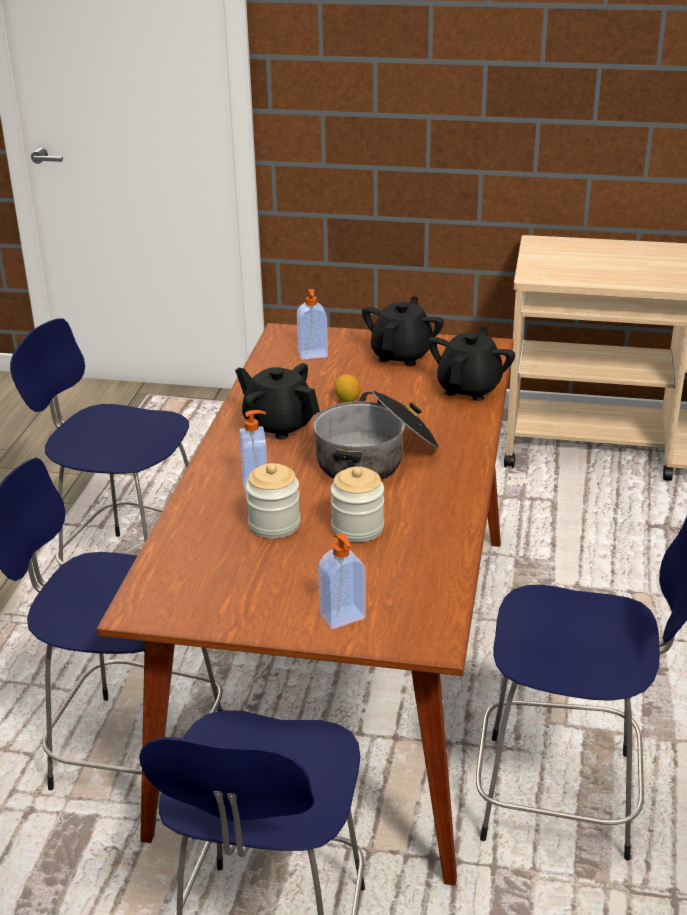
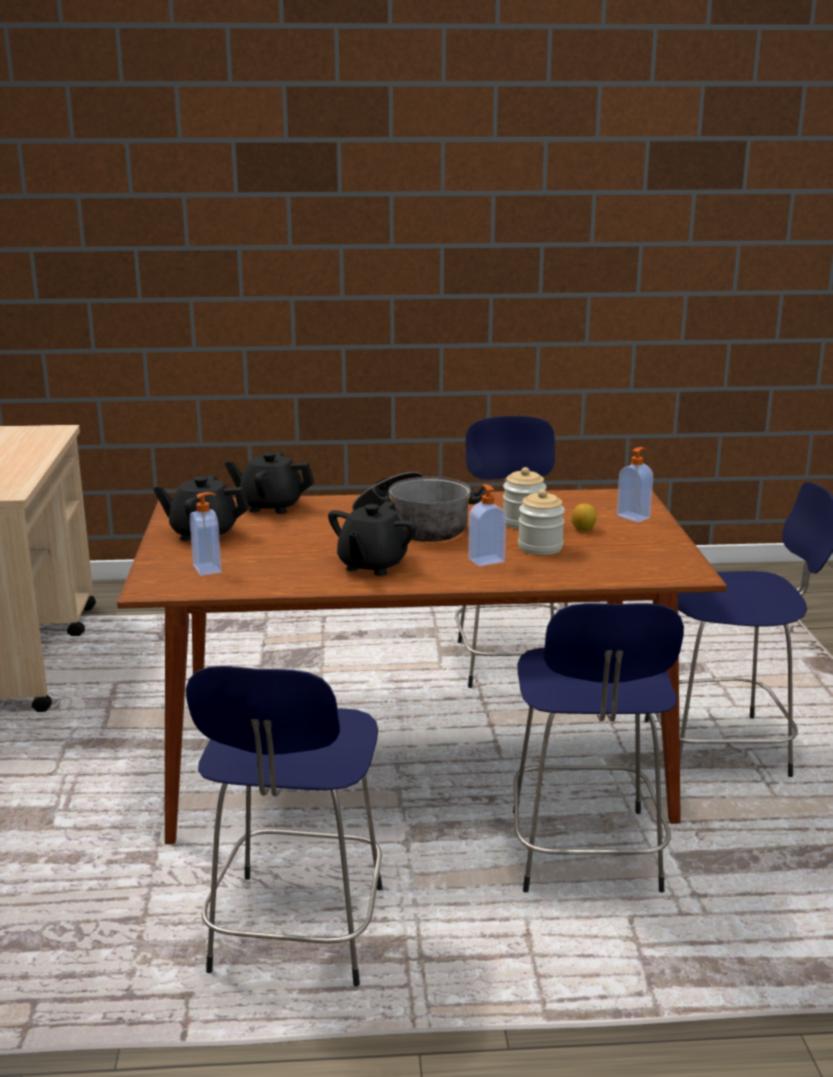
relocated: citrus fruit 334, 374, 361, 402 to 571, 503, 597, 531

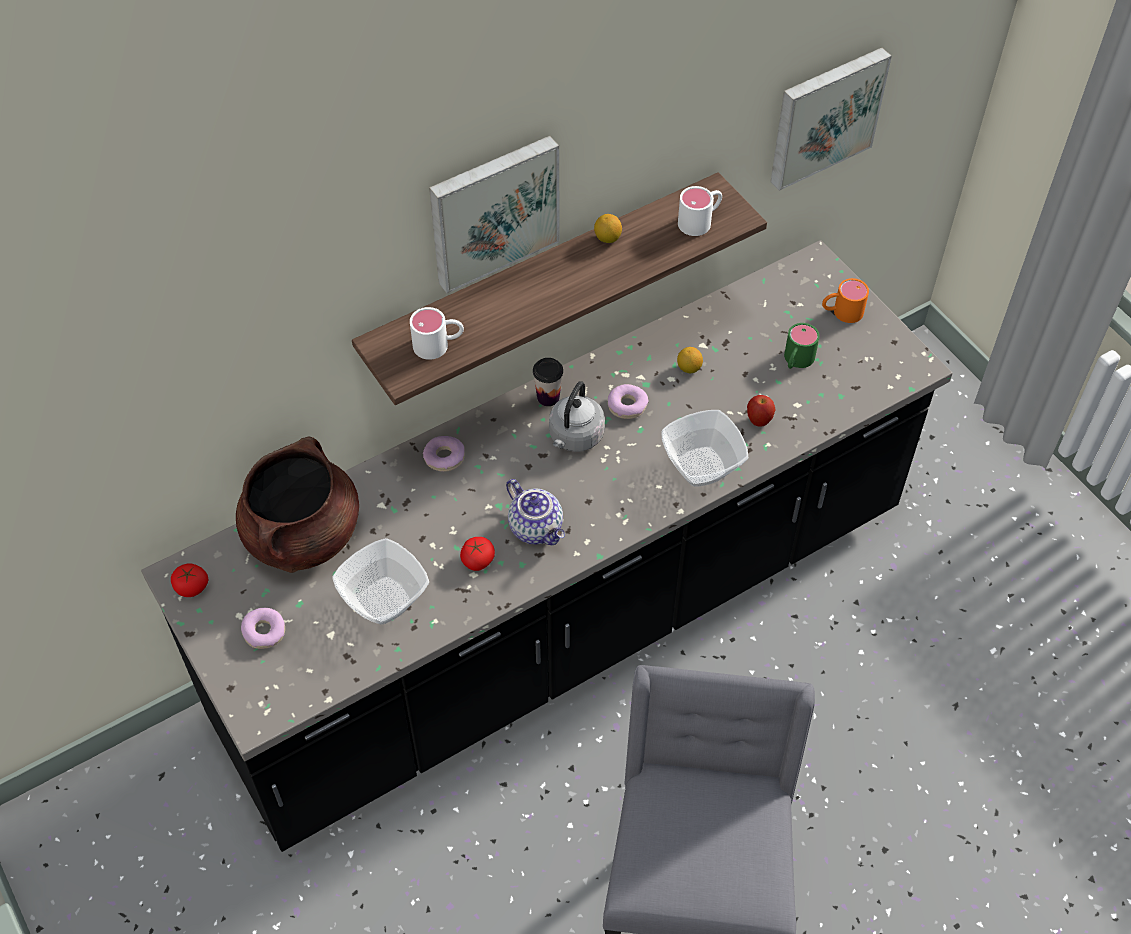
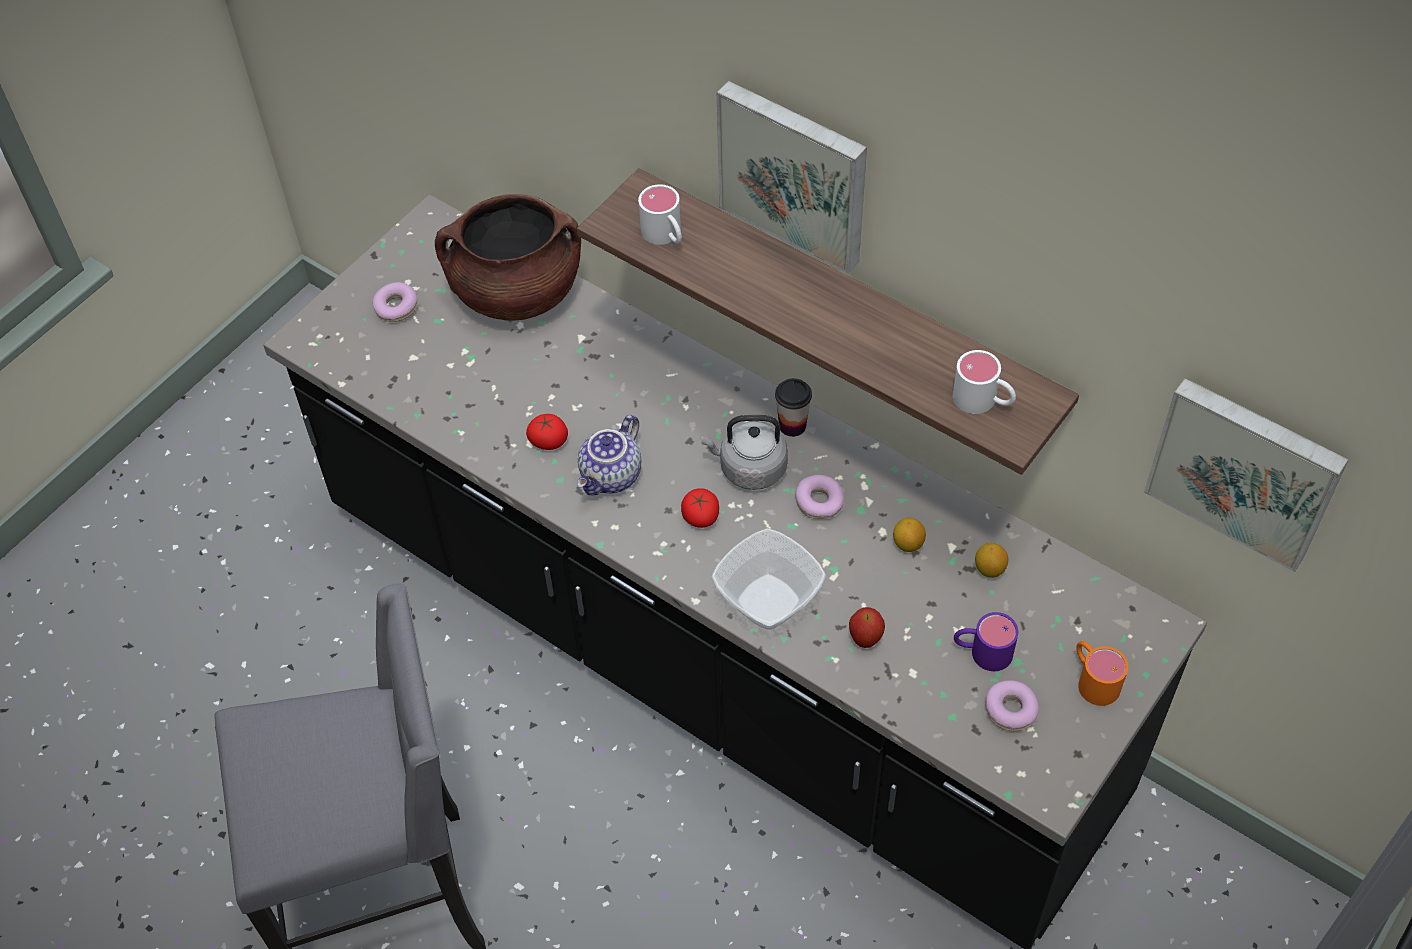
missing: bowl 333, 538, 429, 624
relocated: whole tomato 171, 563, 209, 597 to 681, 488, 719, 528; ring doughnut 423, 436, 465, 472 to 985, 680, 1039, 731; citrus fruit 594, 214, 622, 243 to 975, 543, 1008, 578
colour: tea mug (green-coloured) 784, 323, 820, 369 to tea mug (purple) 954, 612, 1018, 671

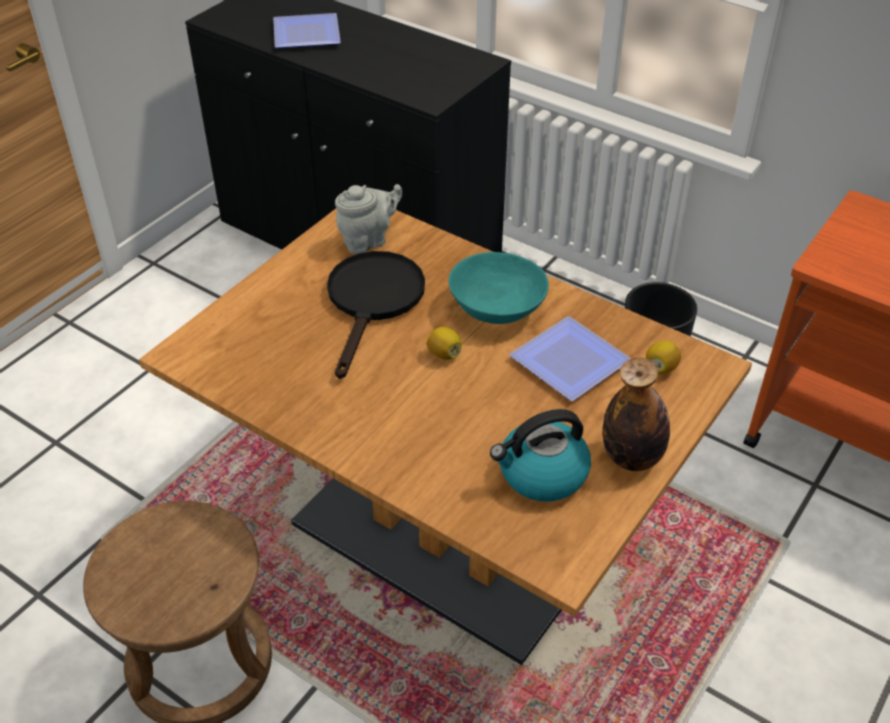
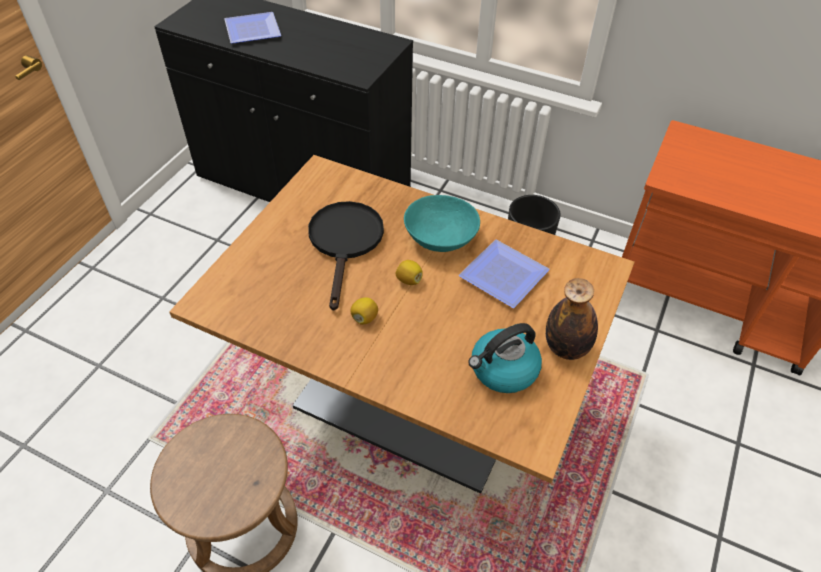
missing: pot for tea (gray) 335, 184, 402, 254
relocated: citrus fruit 646, 341, 681, 374 to 350, 297, 378, 325

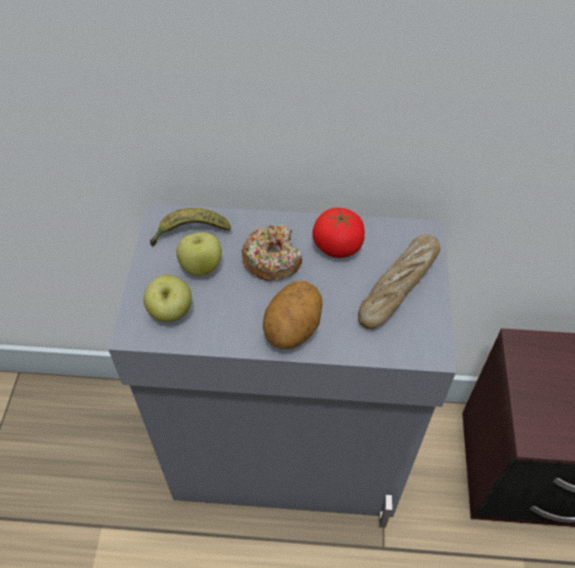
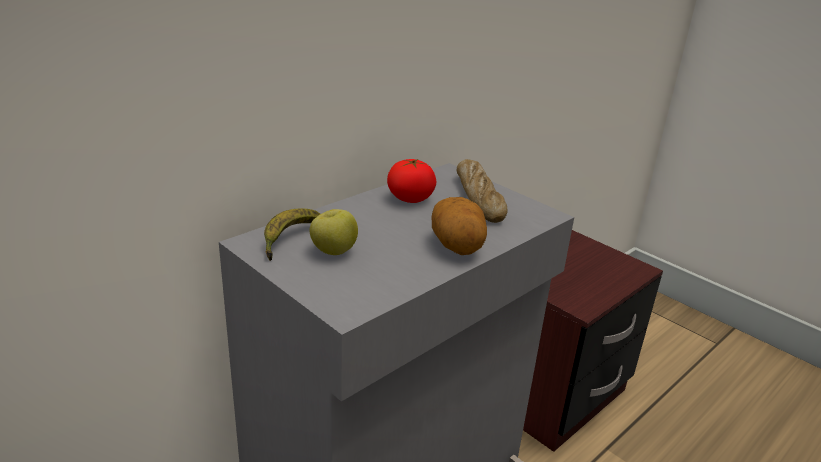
missing: whole apple 144, 275, 192, 322; ring doughnut 242, 225, 302, 281

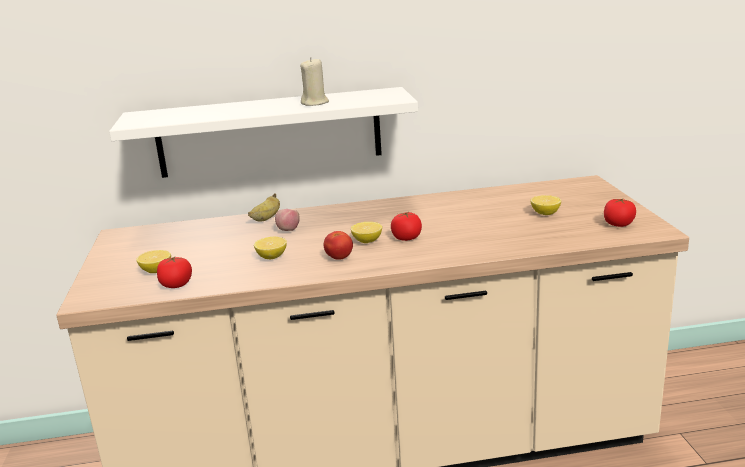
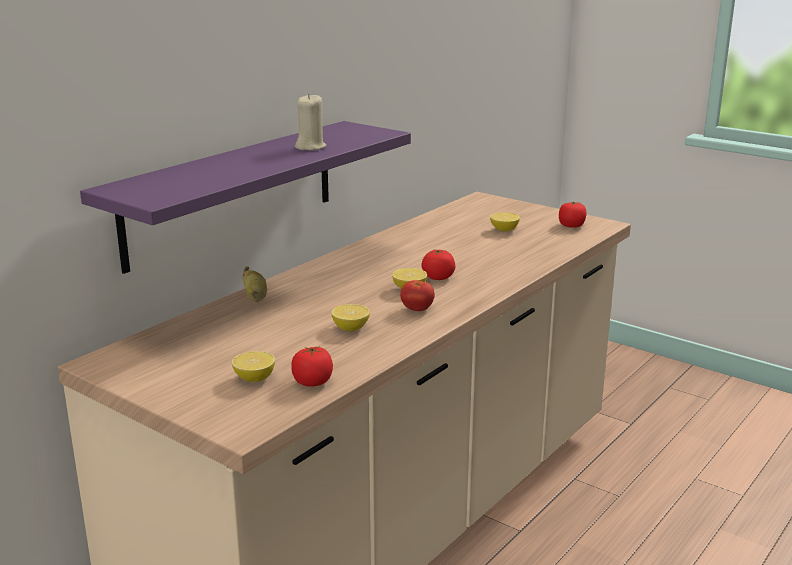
missing: whole apple 275, 209, 300, 231
colour: wall shelf (whitish) 109, 87, 418, 178 to wall shelf (purple) 80, 121, 411, 274

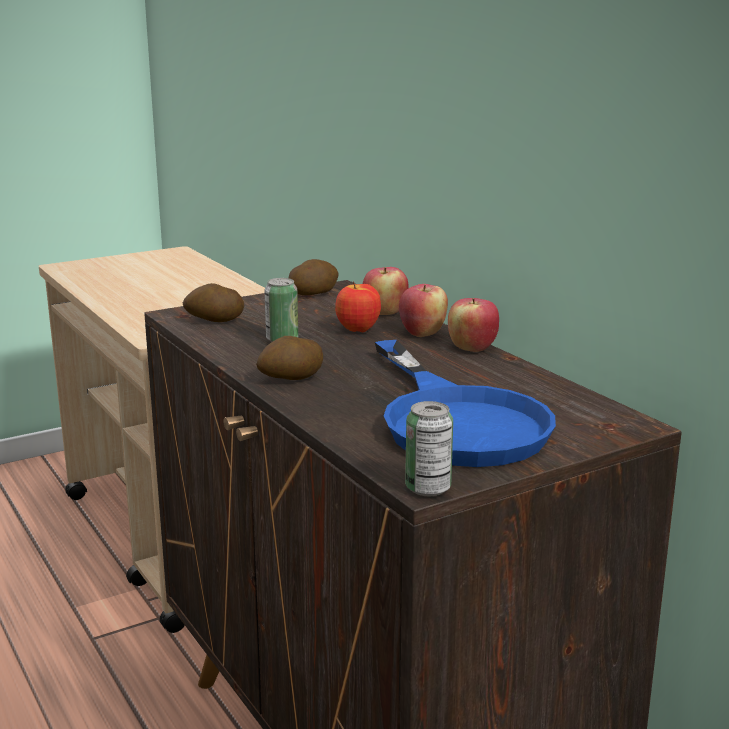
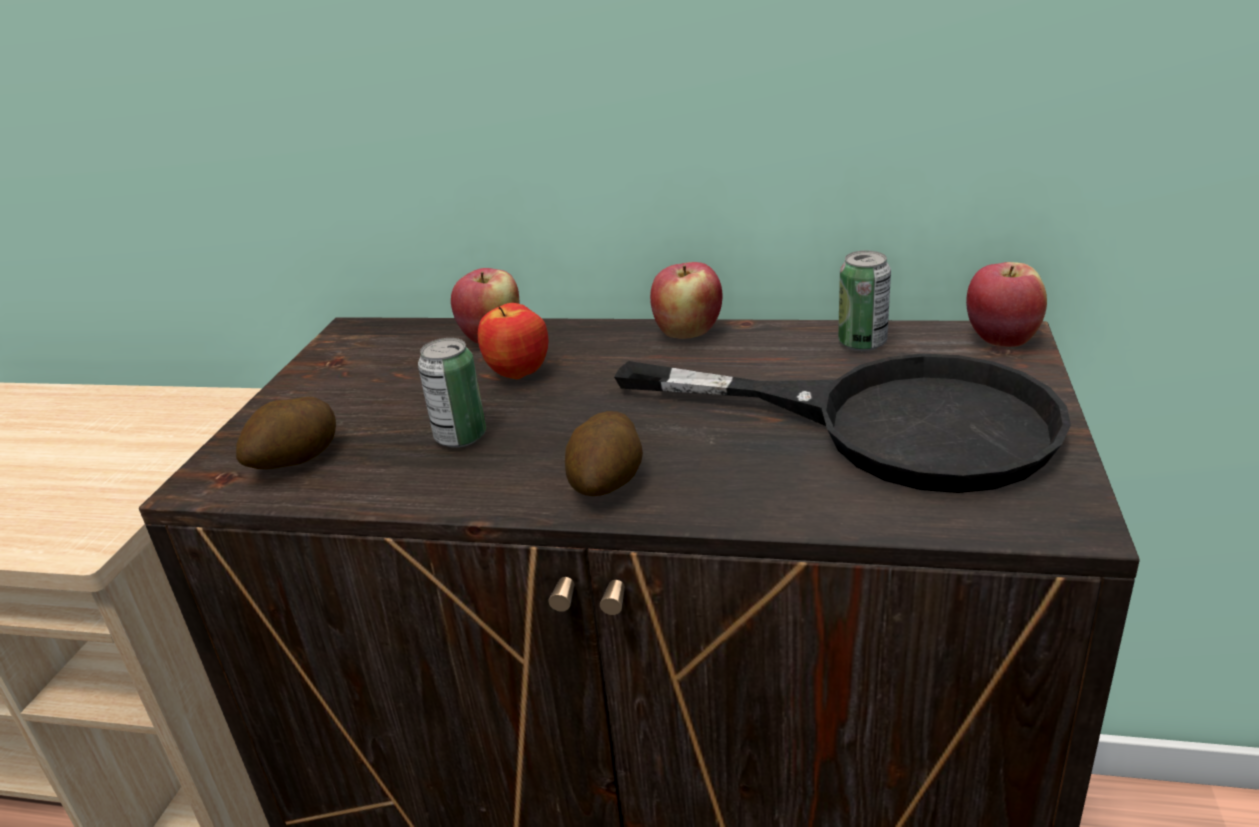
missing: whole potato 289, 259, 338, 295
relocated: whole apple 399, 284, 448, 337 to 966, 262, 1047, 347; metal can 405, 401, 453, 496 to 838, 251, 891, 351
colour: pan (blue-coloured) 375, 340, 556, 467 to pan (blackish) 614, 354, 1071, 493

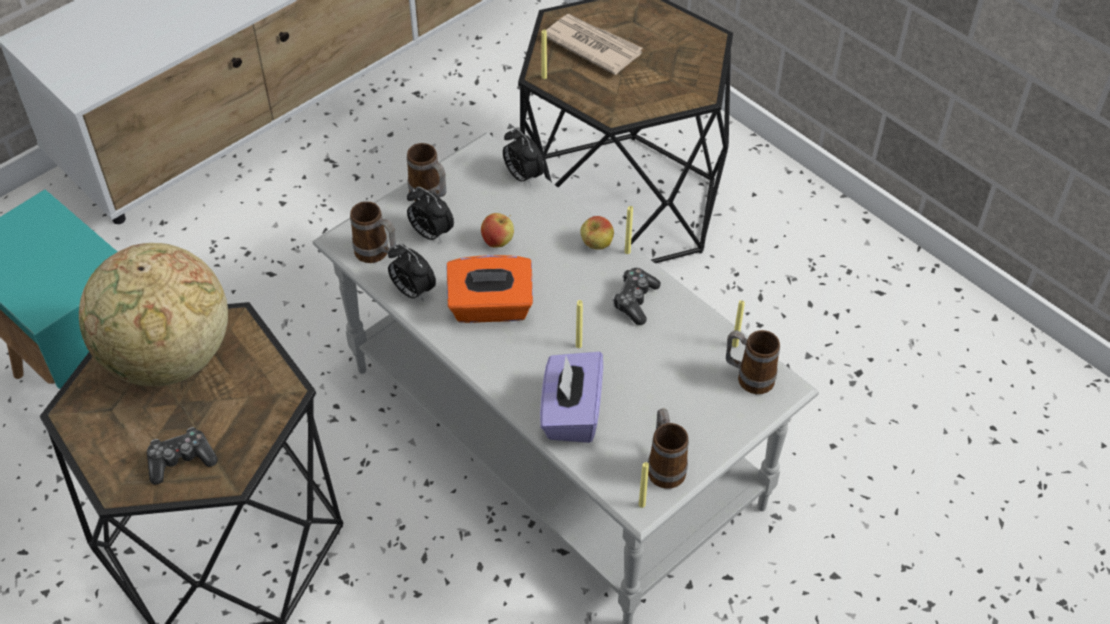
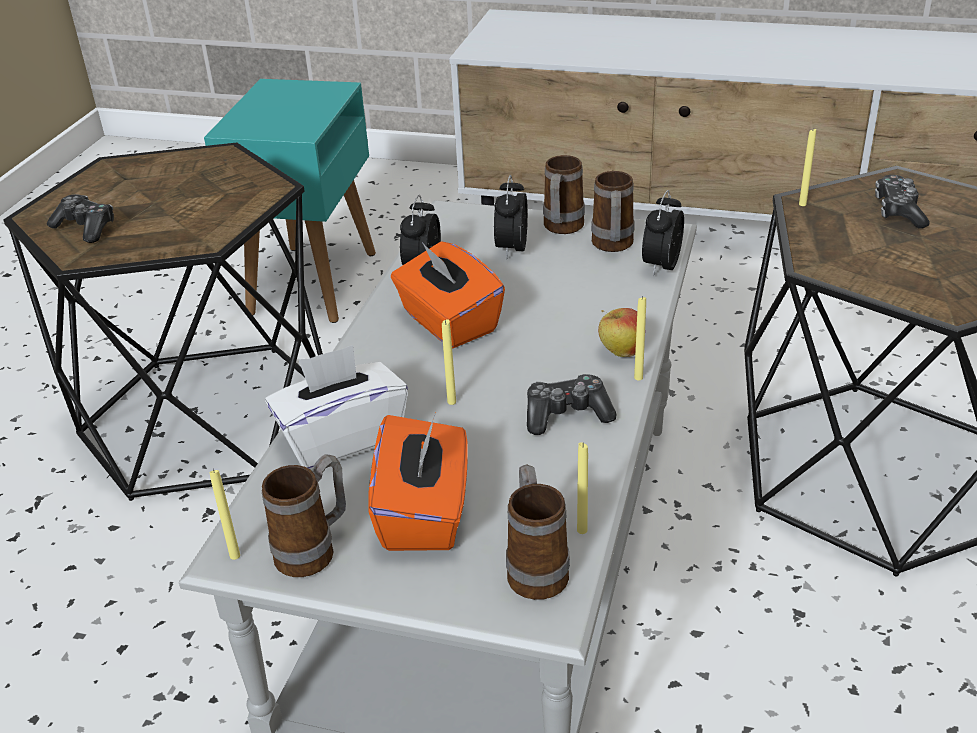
missing: desk globe 79, 243, 228, 386; whole apple 481, 213, 514, 248
appeared: tissue holder (orange) 369, 413, 468, 551
relocated: tea mug 350, 201, 396, 263 to 591, 171, 635, 252
exchanged: printed paper 546, 14, 643, 75 to game controller 875, 175, 930, 229
colour: tissue holder (purple) 540, 352, 603, 443 to tissue holder (whitish) 265, 345, 408, 469

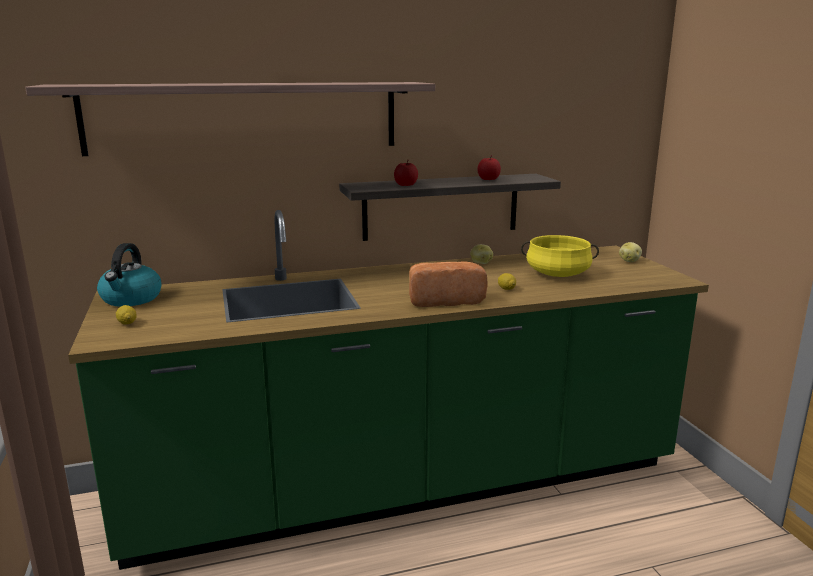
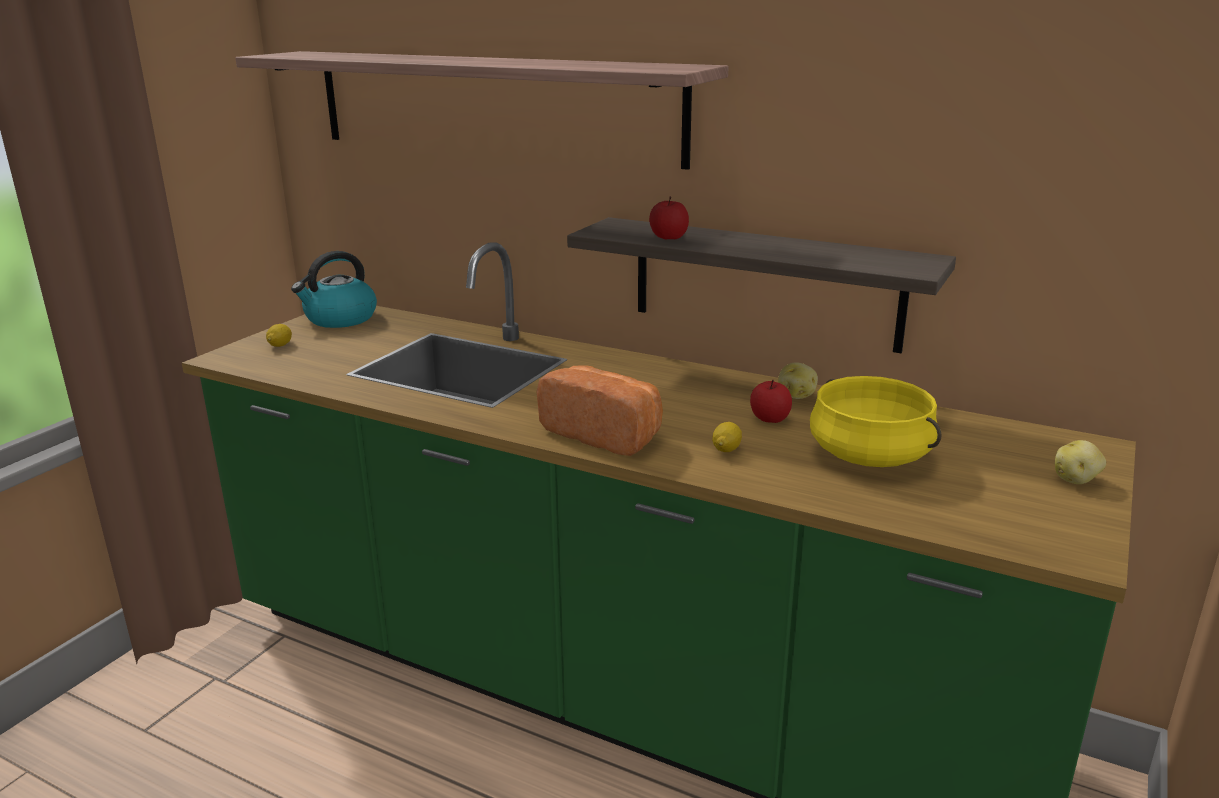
relocated: whole apple 477, 155, 501, 180 to 750, 379, 792, 423

